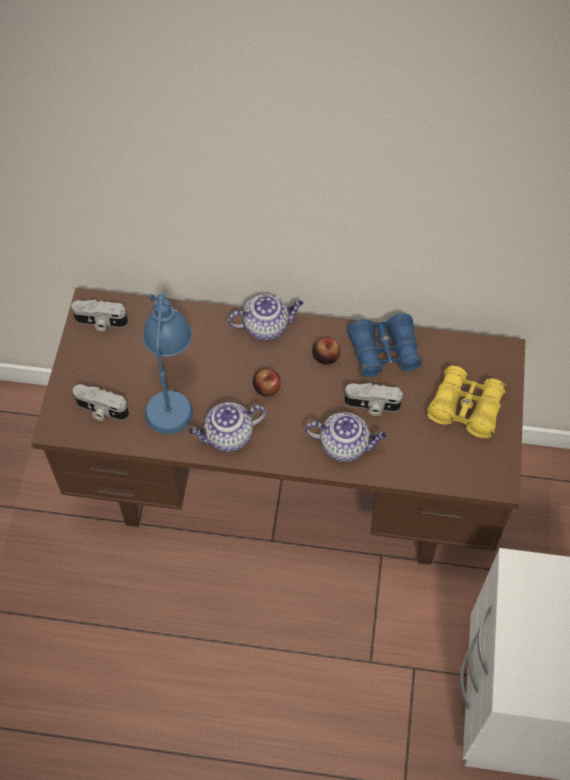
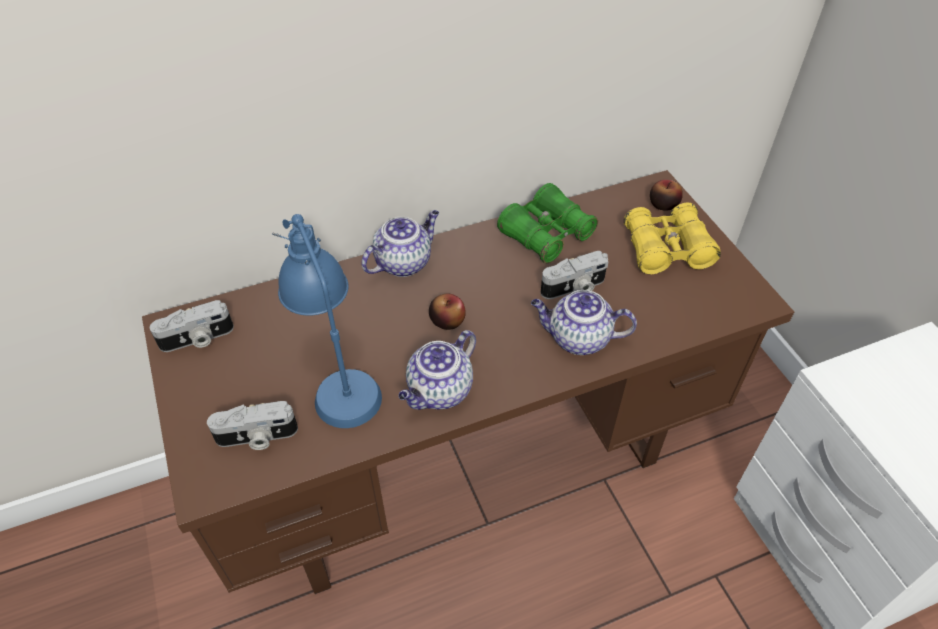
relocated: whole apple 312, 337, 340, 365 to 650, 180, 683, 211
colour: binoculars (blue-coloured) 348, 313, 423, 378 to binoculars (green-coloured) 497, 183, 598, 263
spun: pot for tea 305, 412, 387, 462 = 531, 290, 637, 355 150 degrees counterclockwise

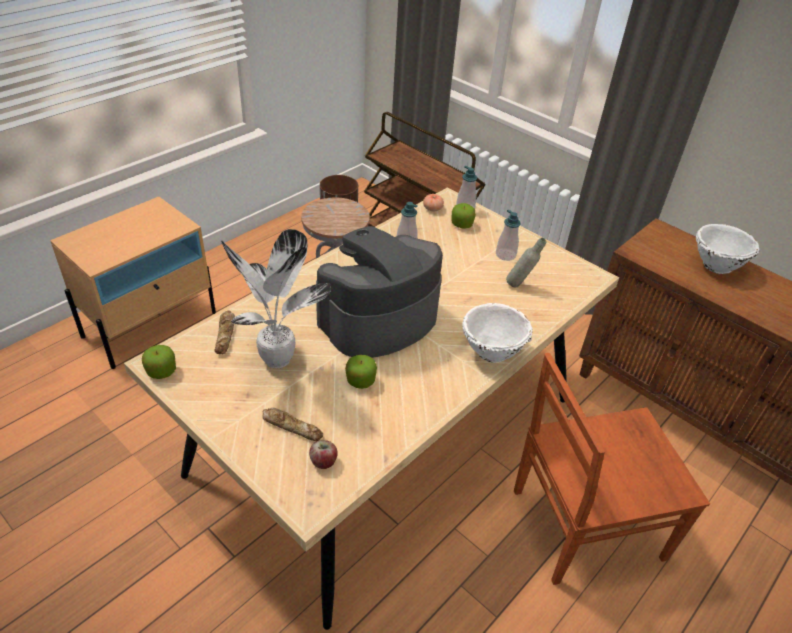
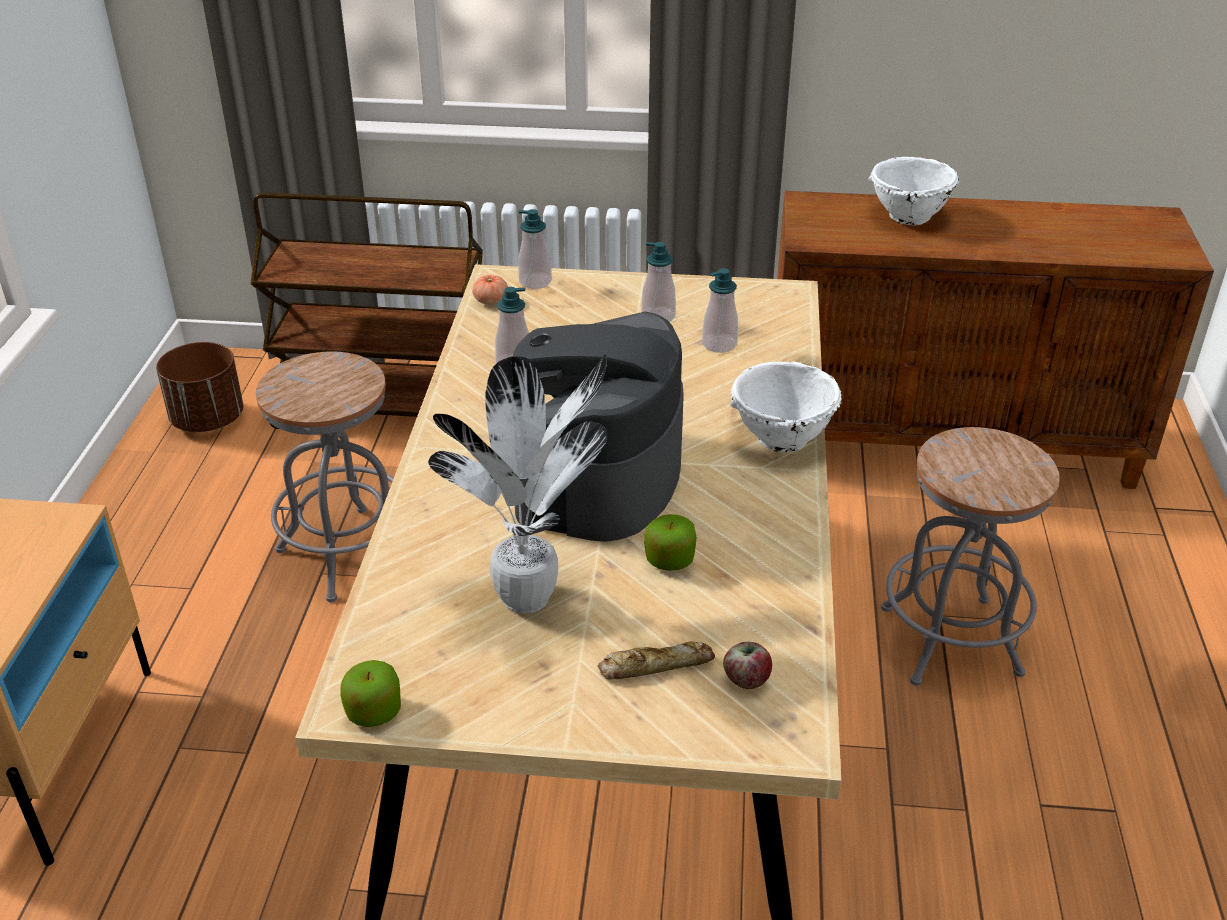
missing: bakery bread 214, 310, 235, 354; whole apple 451, 203, 476, 229
exchanged: bottle (gray) 506, 238, 546, 288 to liquid soap bottle 702, 268, 738, 353; chair (brownish) 514, 353, 710, 585 to stool seat (gray) 881, 427, 1060, 686

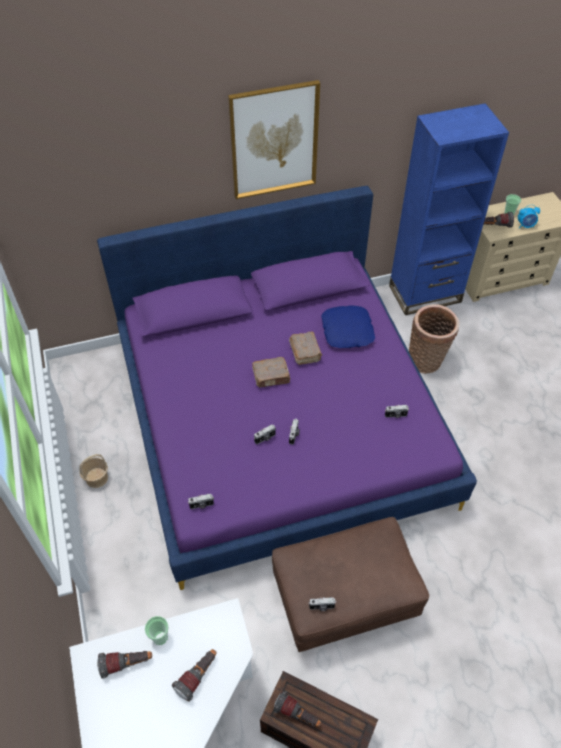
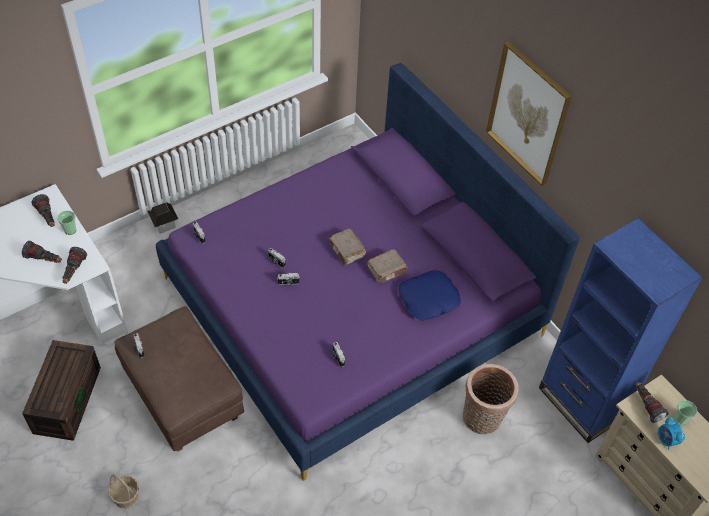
appeared: model house 147, 202, 178, 234
relocated: storage basket 79, 454, 108, 488 to 108, 474, 139, 509; flashlight 273, 690, 321, 727 to 62, 247, 87, 284

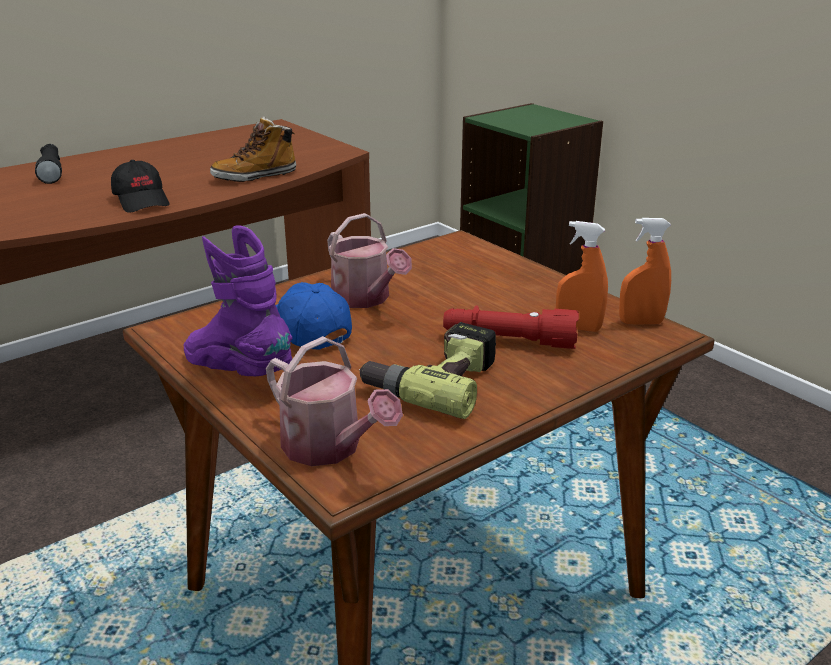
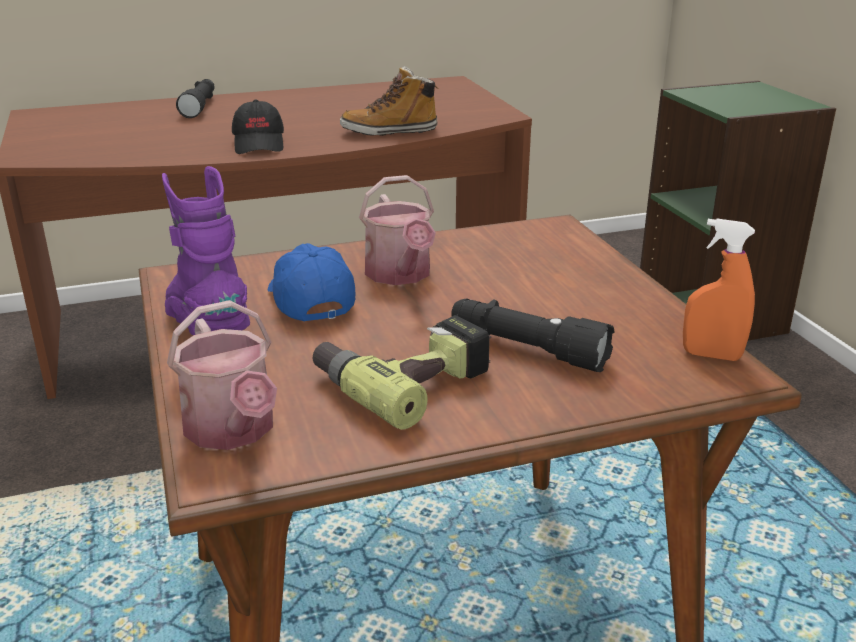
missing: sprayer (orange) 556, 221, 608, 332
colour: flashlight (reddish) 443, 305, 579, 349 to flashlight (blackish) 451, 299, 615, 372

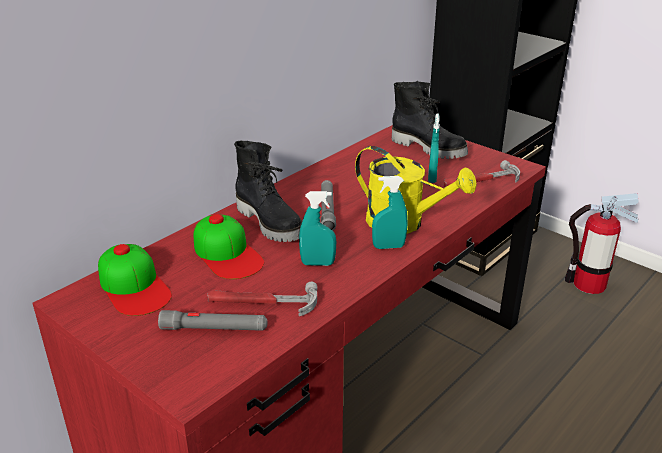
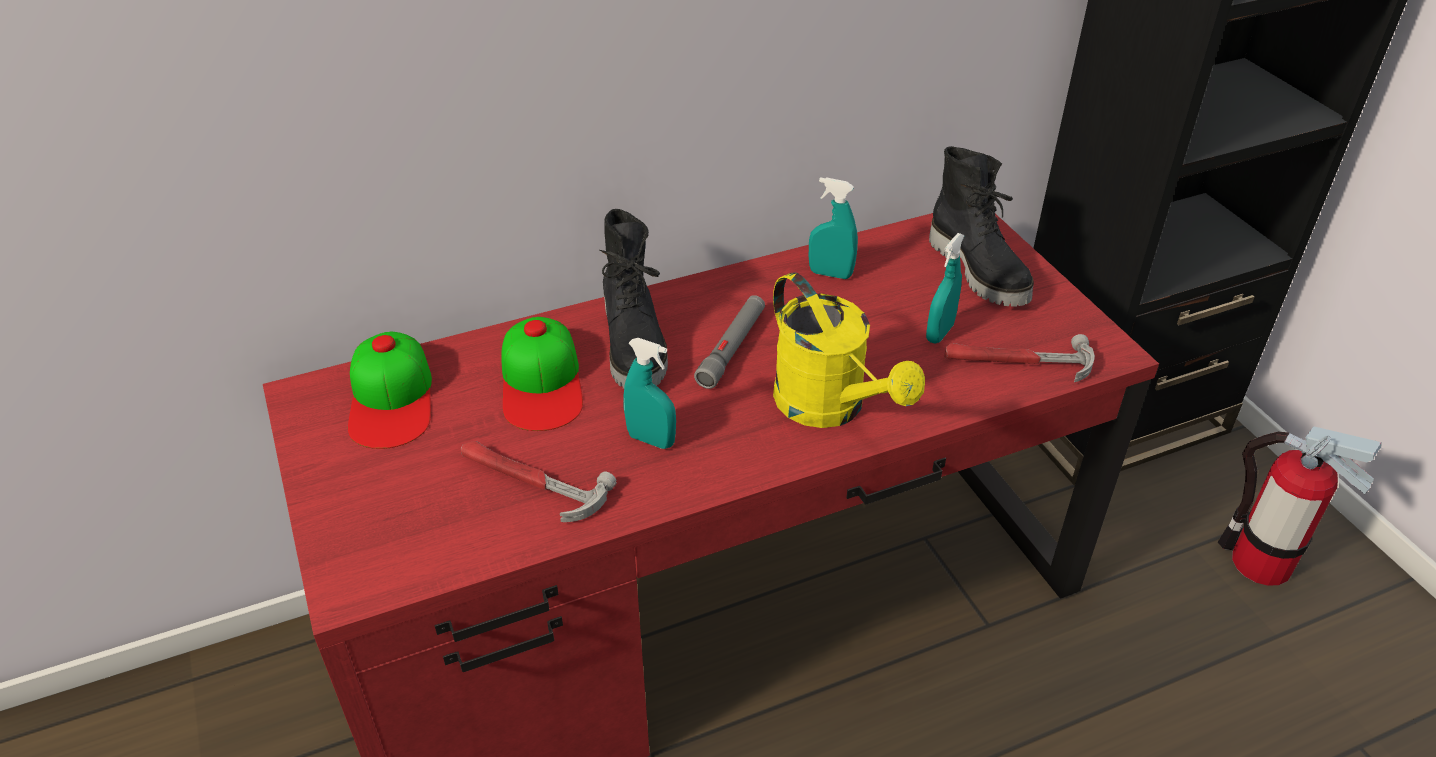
missing: flashlight (gray) 158, 310, 268, 331
relocated: sprayer (turquoise-coloured) 372, 176, 408, 249 to 809, 177, 858, 279

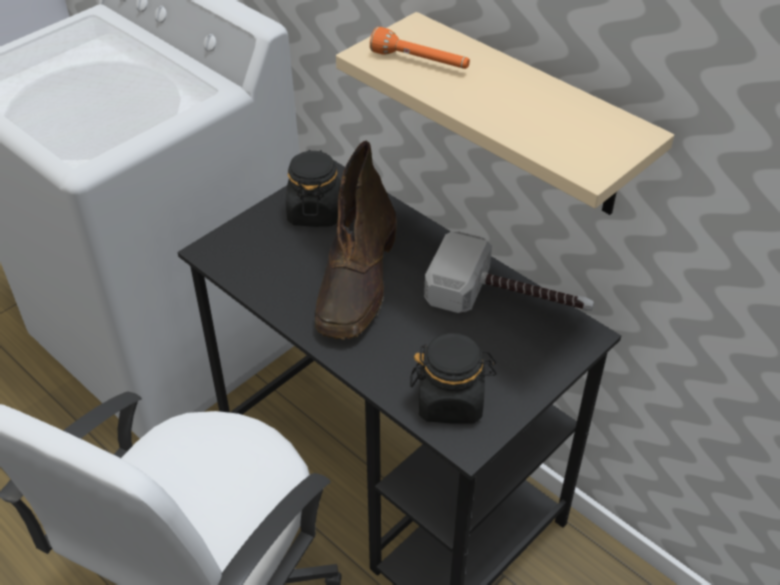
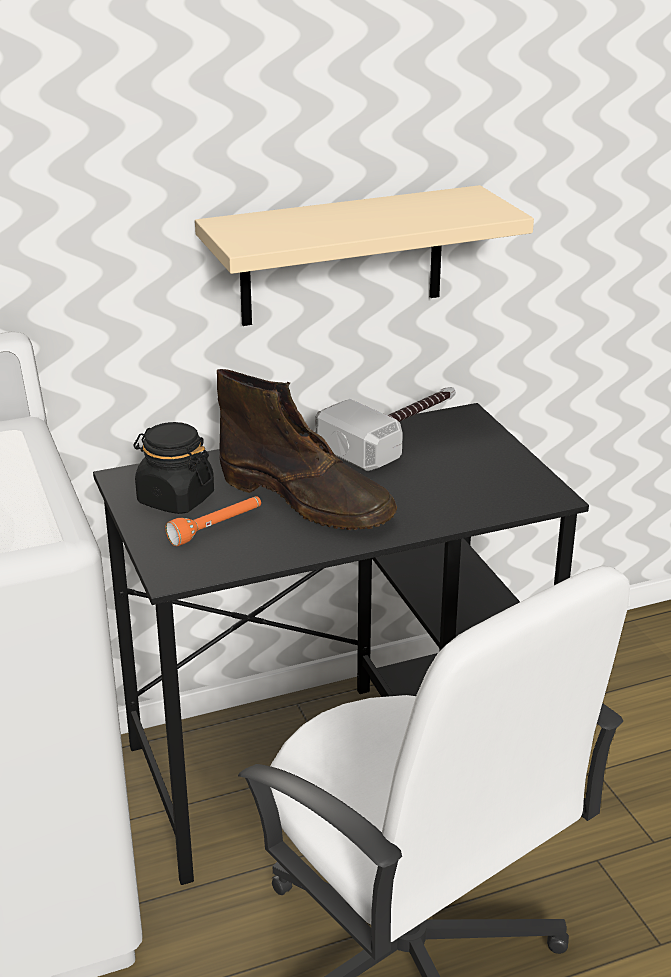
missing: preserve jar (blackish) 410, 333, 497, 424
relocated: flashlight (orange) 370, 27, 470, 69 to 165, 496, 261, 546

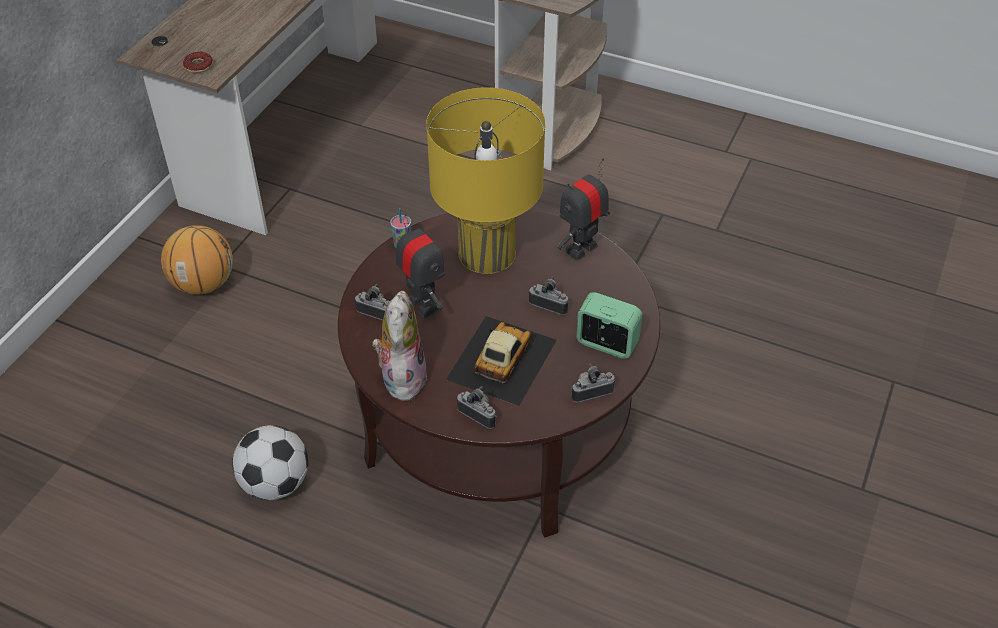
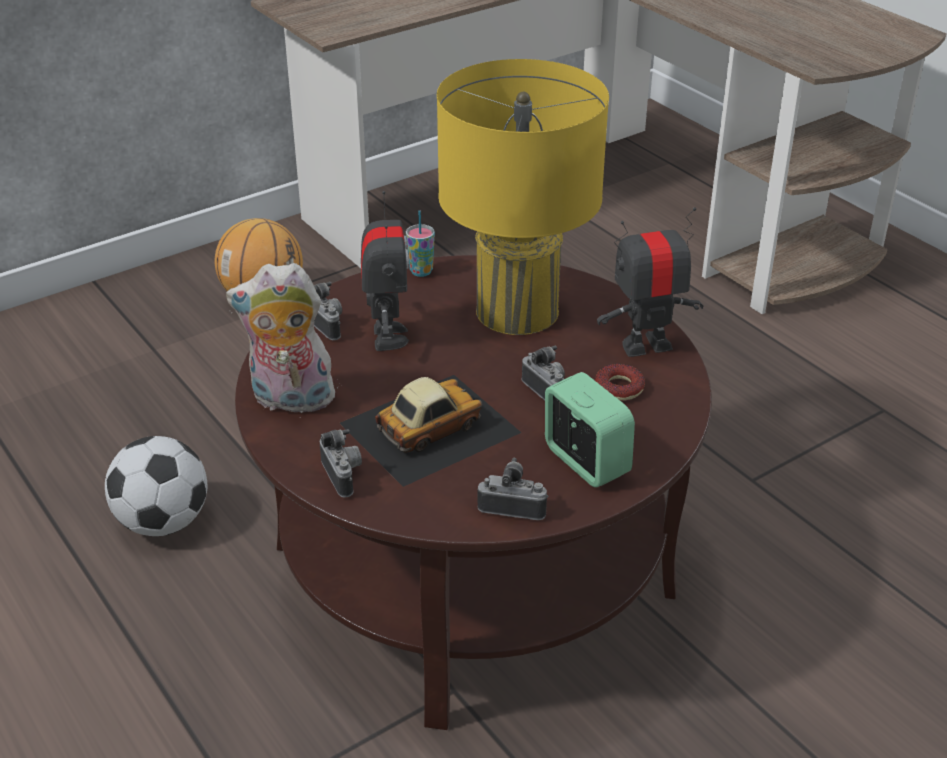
relocated: ring doughnut 183, 52, 213, 73 to 595, 364, 645, 401
spun: plush toy 372, 291, 427, 401 = 226, 263, 338, 415 120 degrees counterclockwise

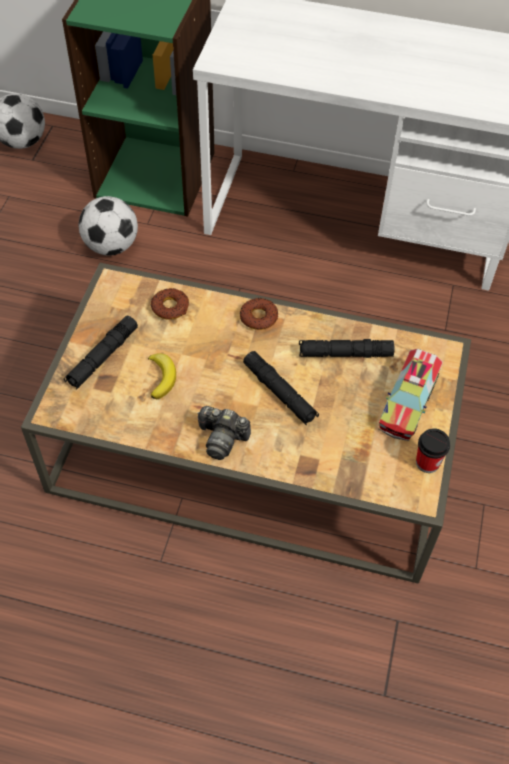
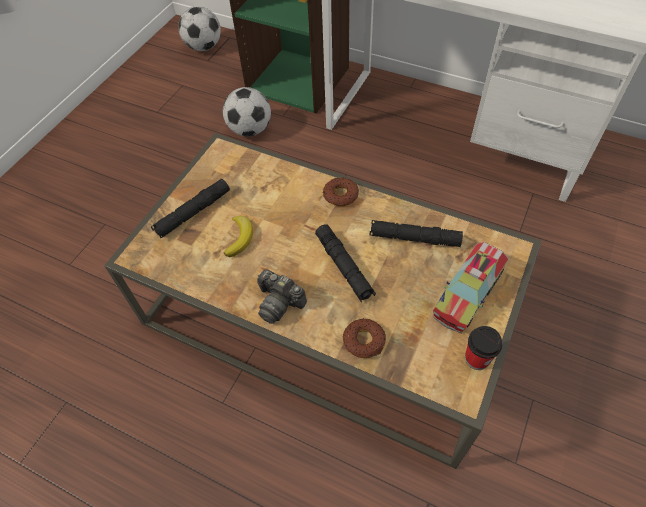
relocated: ring doughnut 151, 288, 189, 320 to 343, 318, 386, 358

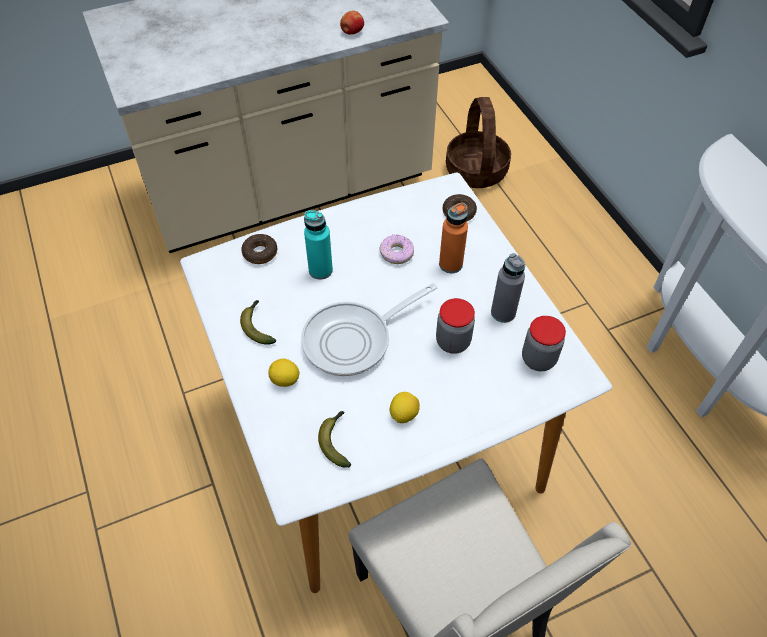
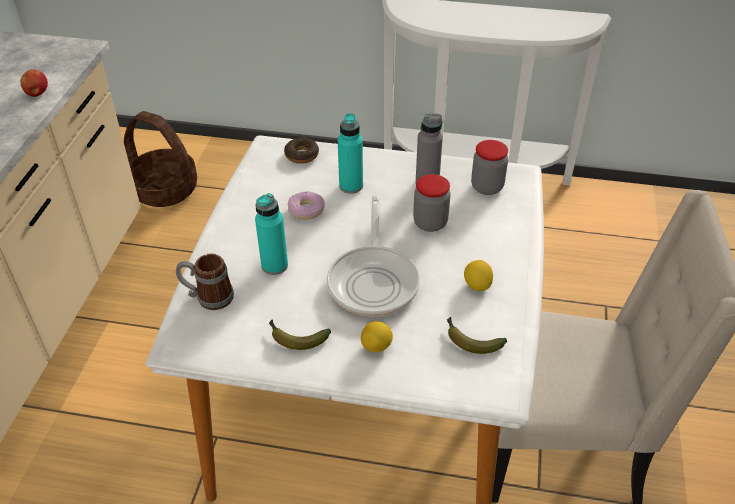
exchanged: ring doughnut 241, 234, 277, 264 to tea mug 176, 254, 234, 310
colour: bottle (orange) 439, 203, 468, 273 to bottle (turquoise-coloured) 338, 113, 363, 194

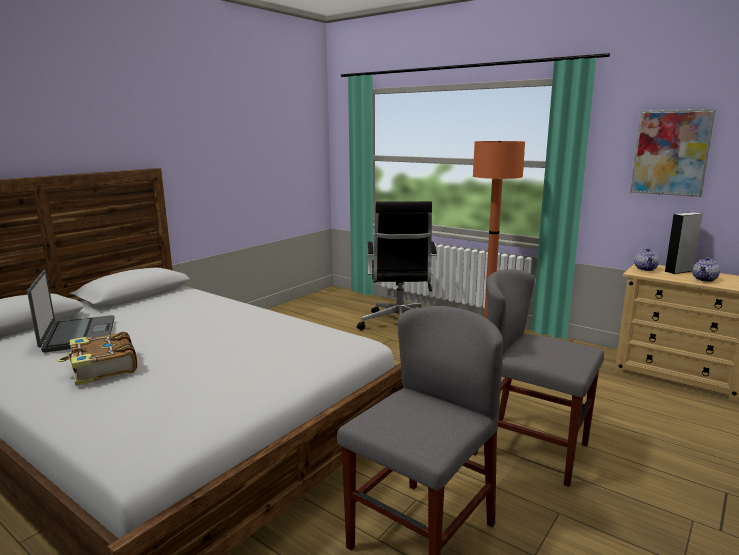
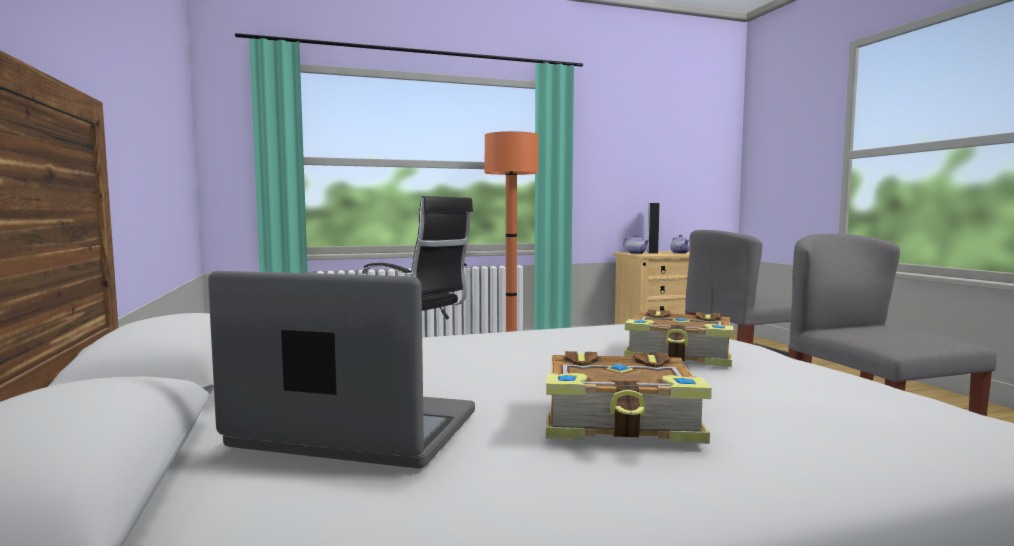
missing: wall art 630, 109, 716, 197
appeared: volume 624, 310, 733, 367

